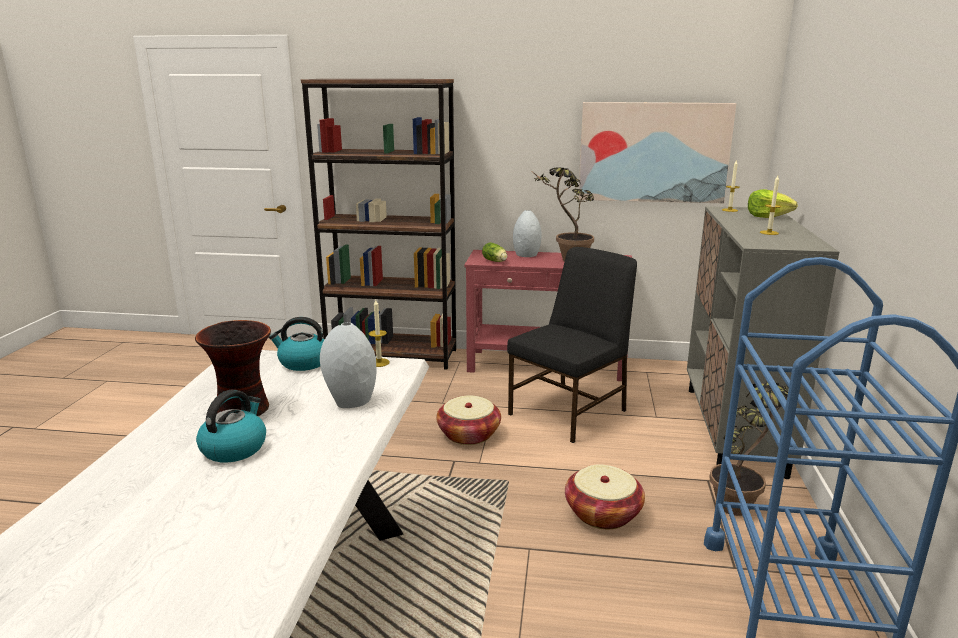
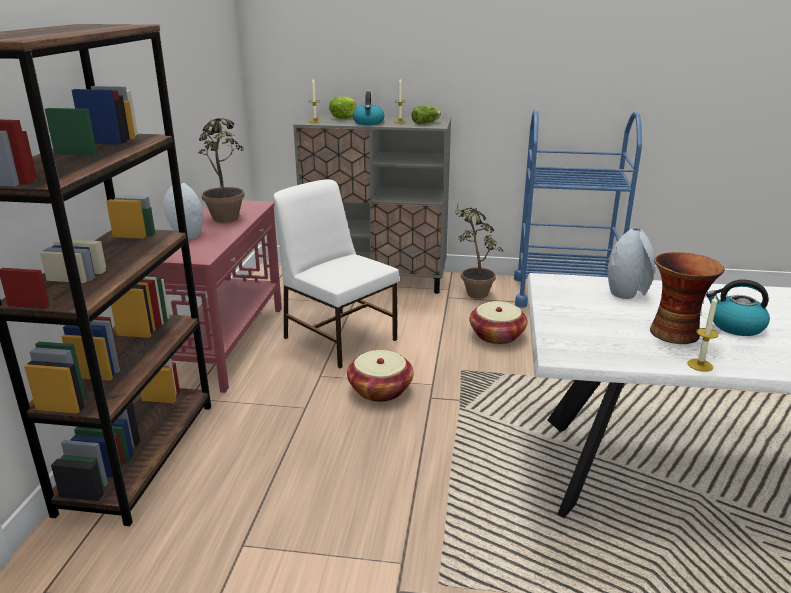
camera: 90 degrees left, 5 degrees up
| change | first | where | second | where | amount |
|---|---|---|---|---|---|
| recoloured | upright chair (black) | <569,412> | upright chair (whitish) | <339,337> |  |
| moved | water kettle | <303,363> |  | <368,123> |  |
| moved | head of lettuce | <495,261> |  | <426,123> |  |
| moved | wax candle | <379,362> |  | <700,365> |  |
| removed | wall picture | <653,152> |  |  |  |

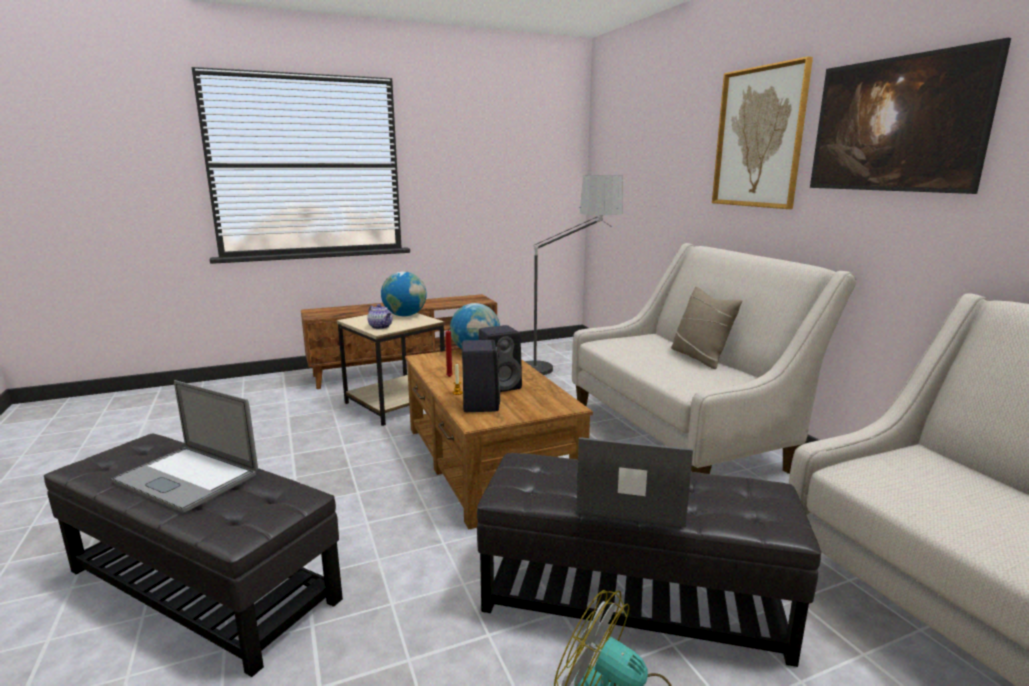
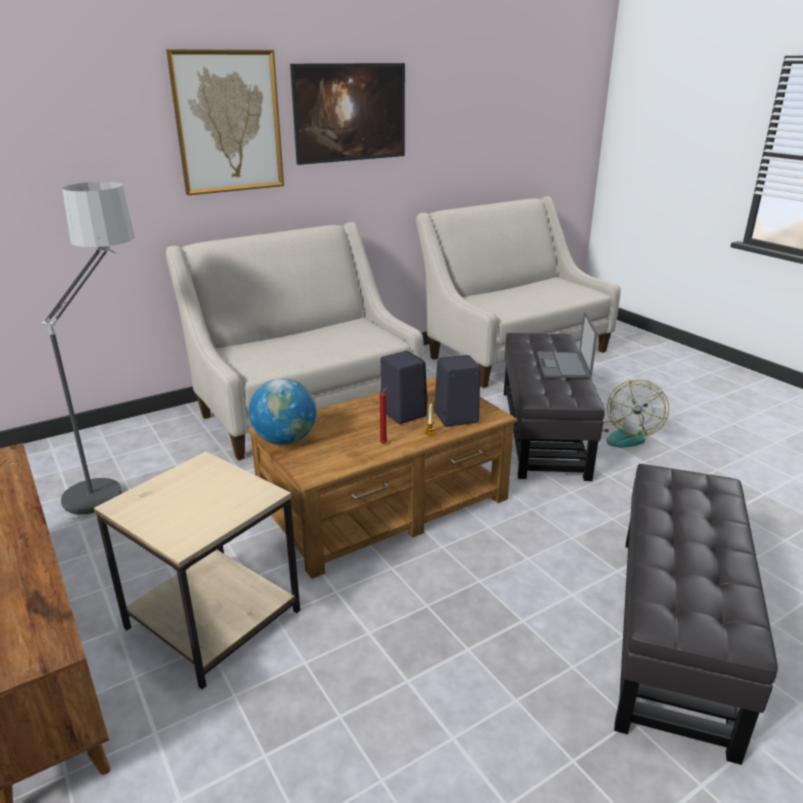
camera: 100 degrees left, 10 degrees up
| change | first | where | second | where | amount |
|---|---|---|---|---|---|
| removed | laptop | <186,478> |  |  |  |
| removed | pot for tea | <381,327> |  |  |  |
| removed | desk globe | <405,315> |  |  |  |
| removed | throw pillow (sand-coloured) | <700,357> |  |  |  |

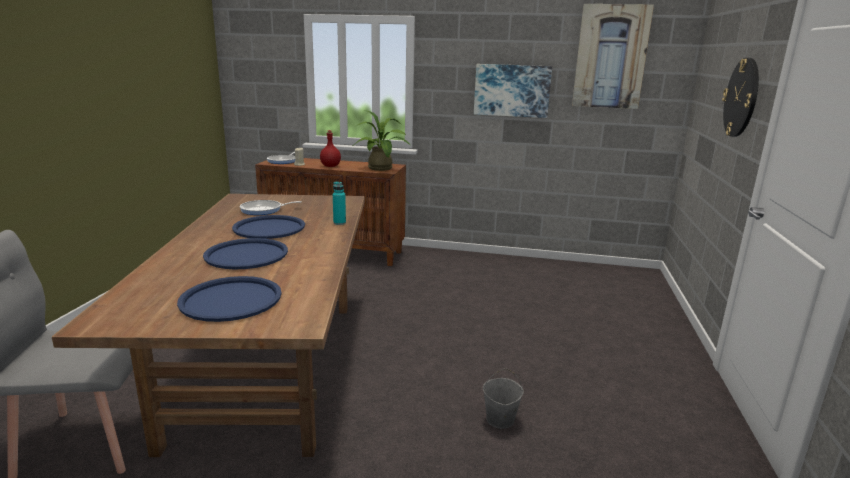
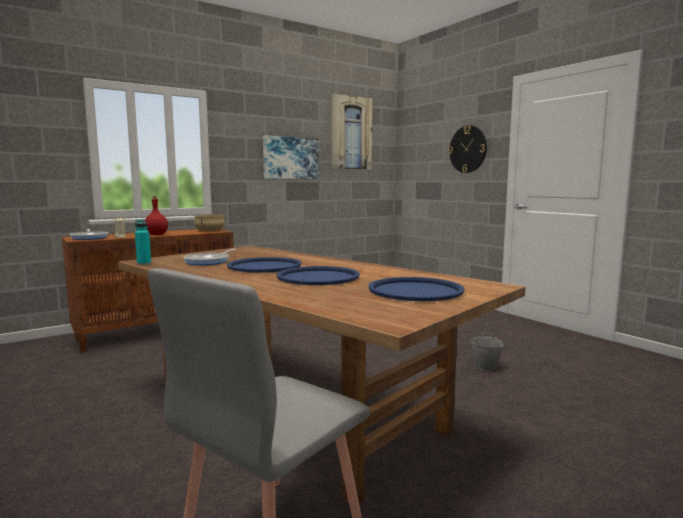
camera: 45 degrees left, 10 degrees down
| change | first | where | second | where | amount |
|---|---|---|---|---|---|
| moved | beverage bottle (turquoise-coloured) | <339,223> |  | <144,263> |  |
| replaced | plant in a pot | <382,169> | stockpot (sand-coloured) | <210,231> |  |

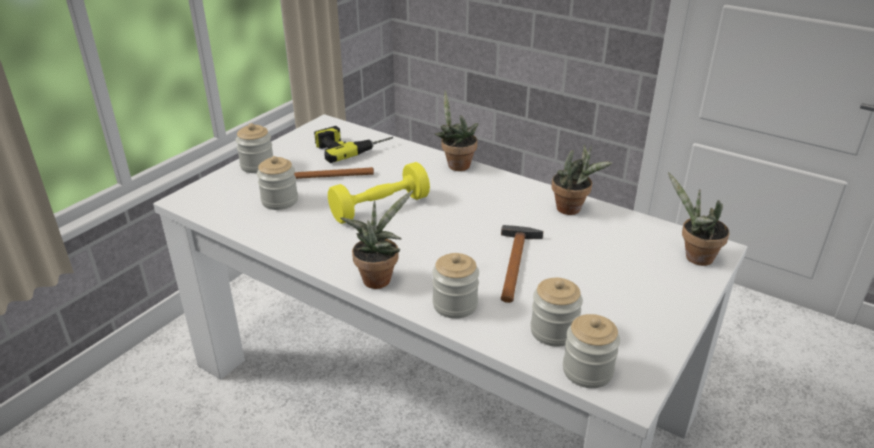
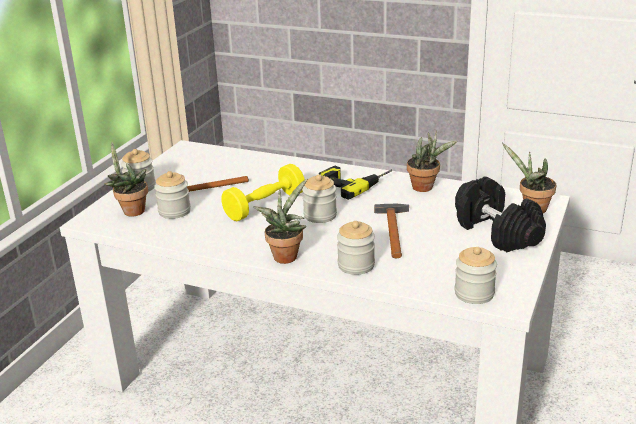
camera: 10 degrees left, 5 degrees down
| change | first | where | second | where | amount |
|---|---|---|---|---|---|
| moved | plant in a pot | <456,165> |  | <131,211> |  |
| moved | preserve jar | <553,331> |  | <320,215> |  |
| moved | power drill | <351,146> |  | <354,183> |  |
| added |  |  | free weight (black) | <496,232> |  |

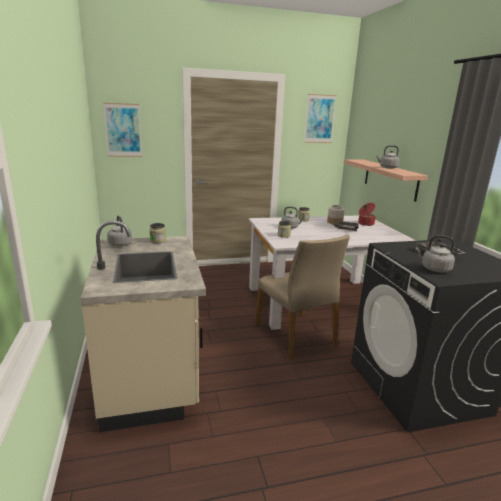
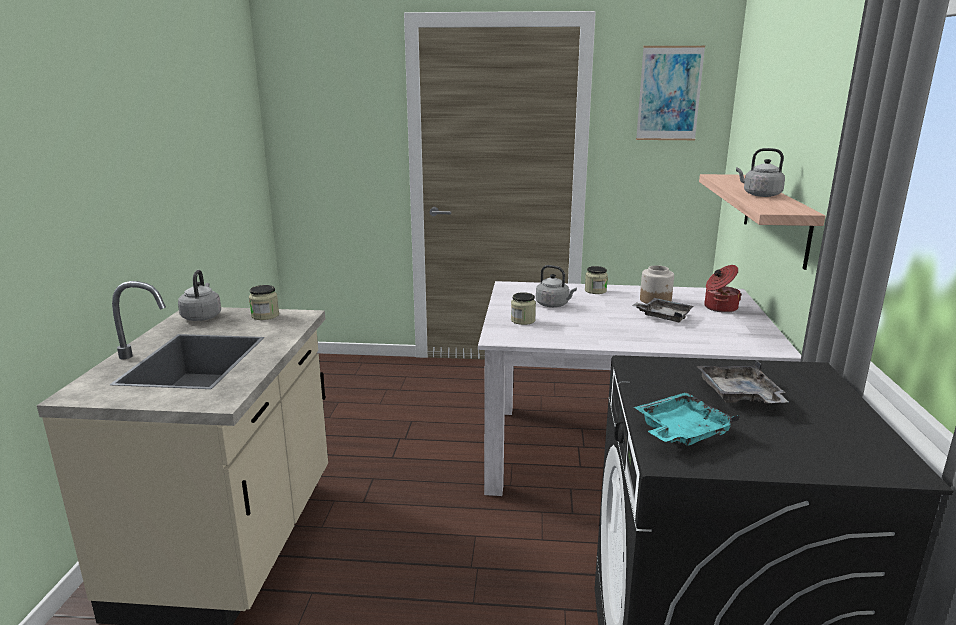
camera: 20 degrees right, 0 degrees up
| change | first | where | second | where | amount |
|---|---|---|---|---|---|
| replaced | water kettle (grey) | <434,269> | serving tray (turquoise-coloured) | <681,432> |  |
| removed | wall picture | <123,130> |  |  |  |
| removed | upright chair (sand-coloured) | <296,335> |  |  |  |

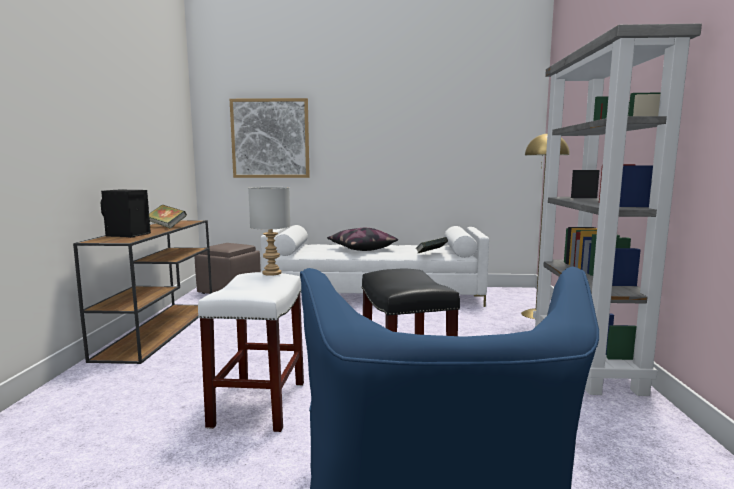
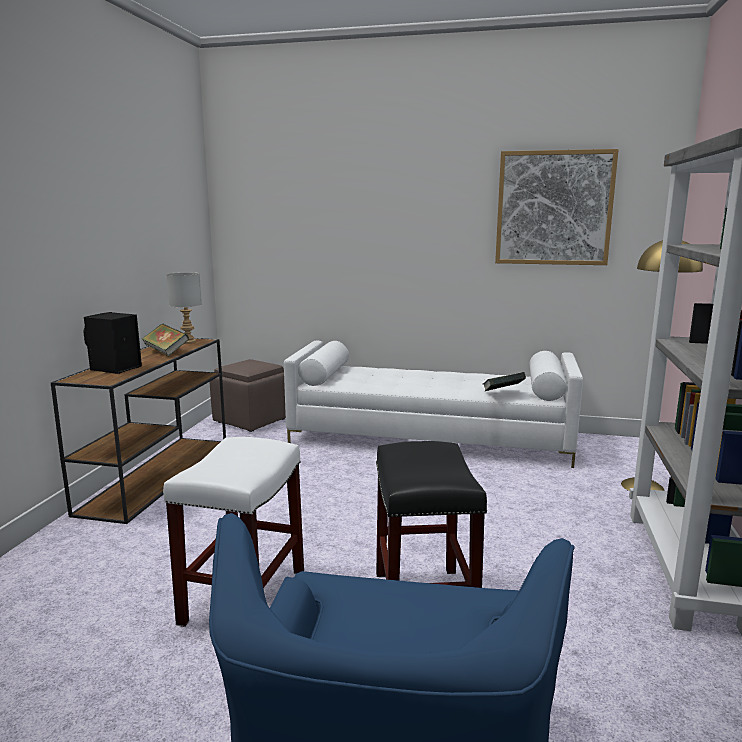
camera: 10 degrees right, 5 degrees up
| change | first | where | second | where | amount |
|---|---|---|---|---|---|
| moved | tabletop lamp (grey) | <272,273> |  | <189,342> |  |
| moved | wall picture | <270,138> |  | <554,208> |  |
| removed | throw pillow | <361,249> |  |  |  |

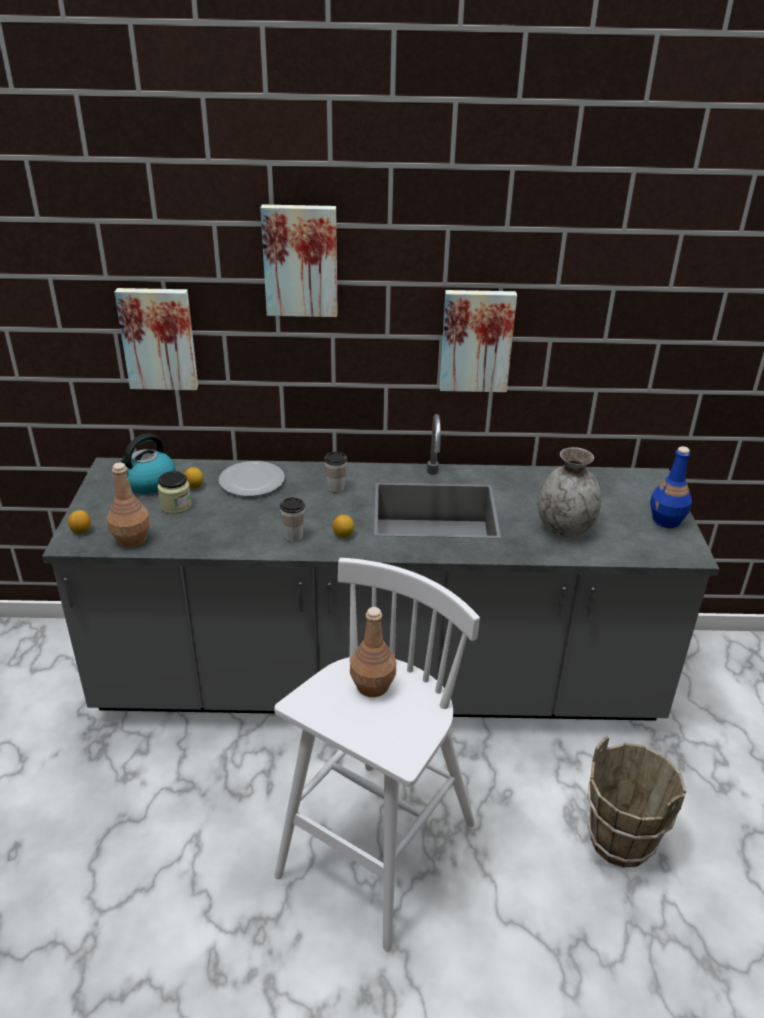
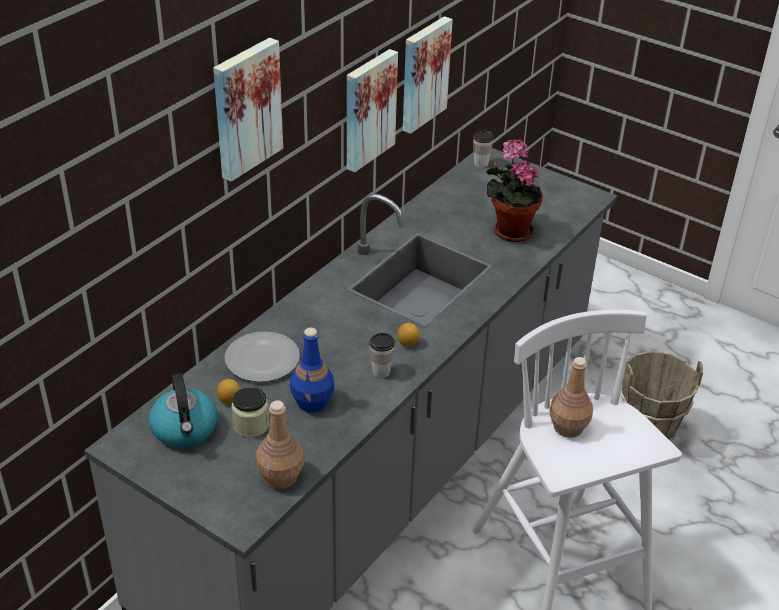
camera: 55 degrees left, 5 degrees up
| change | first | where | second | where | amount |
|---|---|---|---|---|---|
| moved | beverage bottle (blue-coloured) | <666,520> |  | <313,402> |  |
| moved | wall picture | <159,338> |  | <423,73> |  |
| moved | cup | <336,488> |  | <481,164> |  |
| replaced | vase (grey) | <564,528> | plant in a pot | <509,230> |  |
| removed | whole lemon | <81,531> |  |  |  |

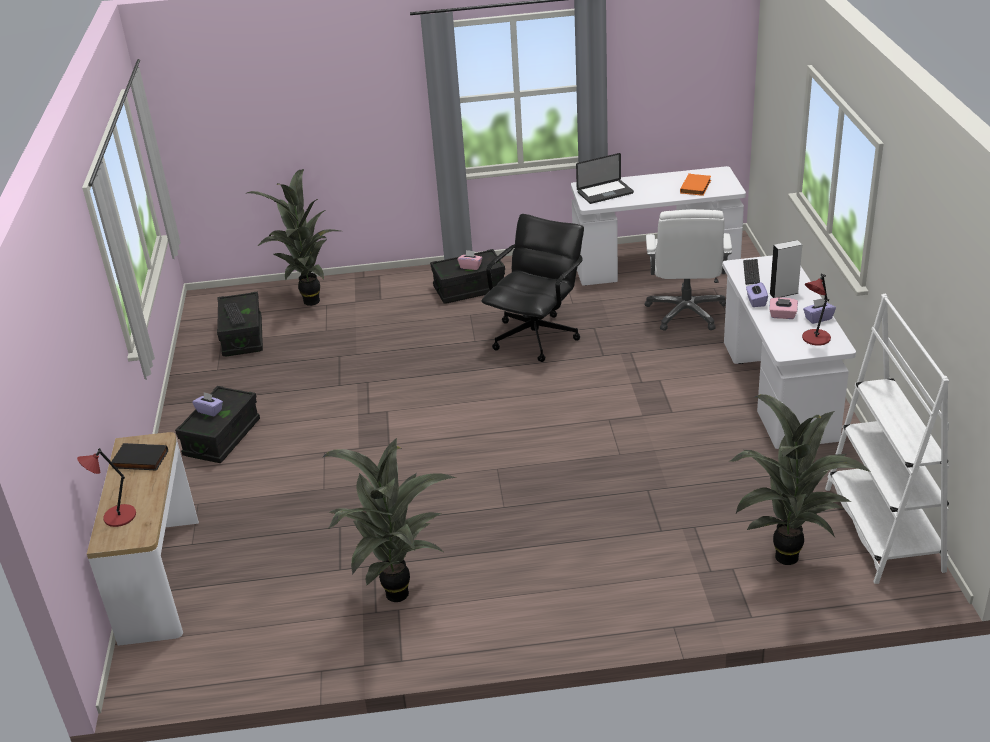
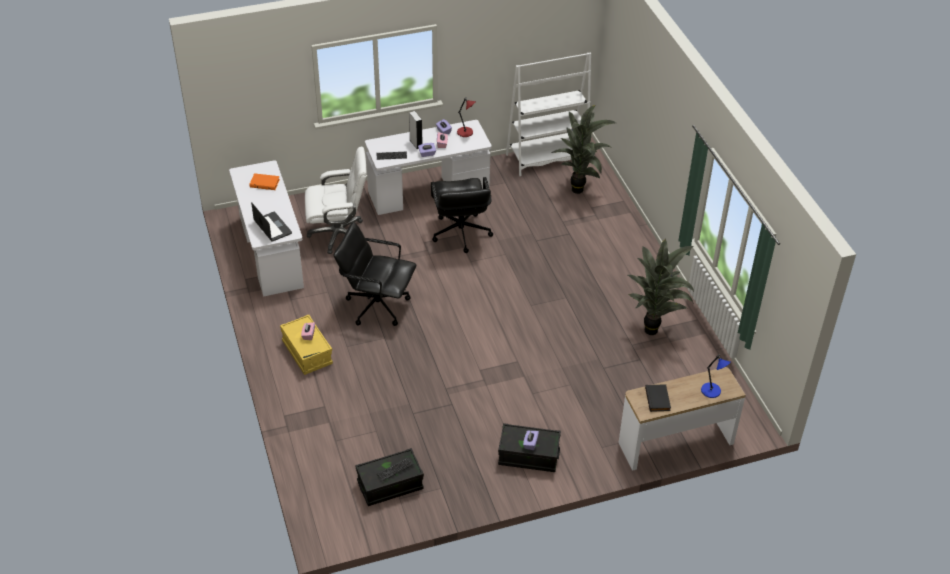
camera: 105 degrees left, 10 degrees up
| change | first | where | second | where | amount |
|---|---|---|---|---|---|
| recoloured | storage box (black) | <469,289> | storage box (yellowish) | <307,353> |  |
| added |  |  | computer chair (black) | <460,233> |  |
| recoloured | tabletop lamp (reddish) | <117,517> | tabletop lamp (blue-coloured) | <711,391> |  |
| removed | plant in a pot | <307,302> |  |  |  |

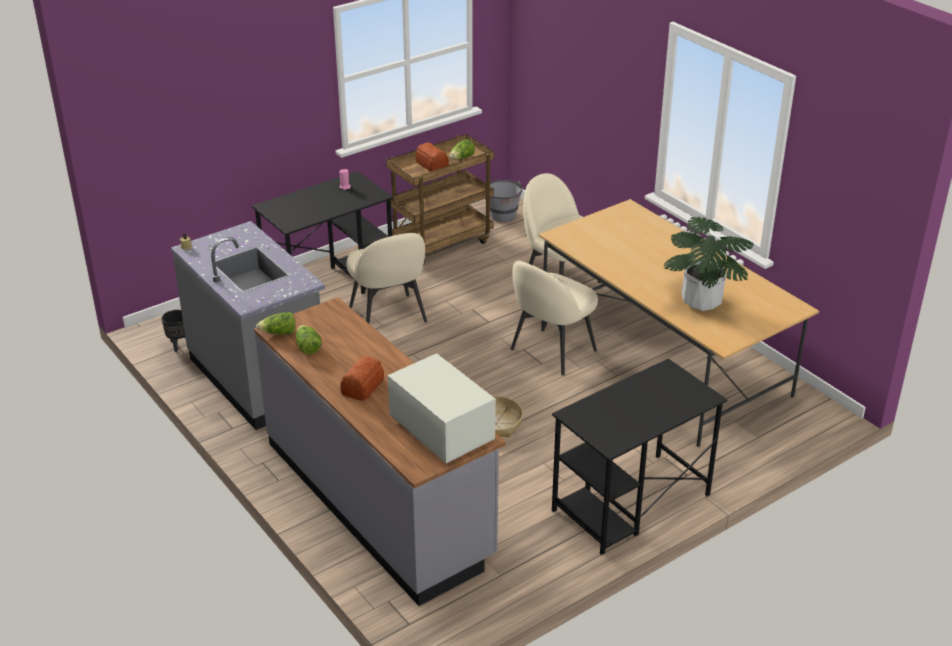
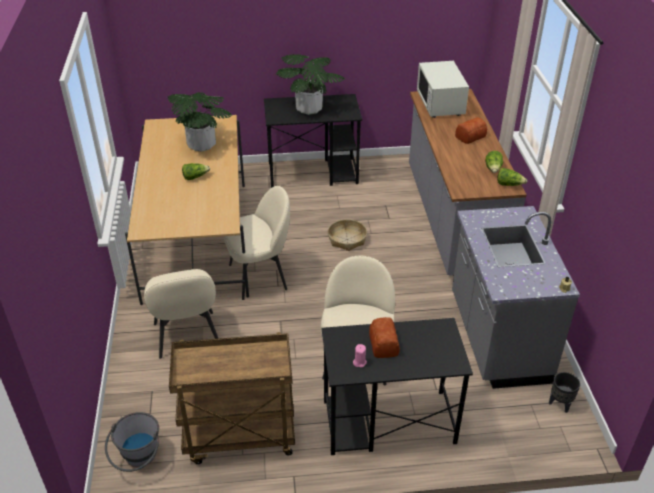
camera: 150 degrees left, 5 degrees up
| change | first | where | second | where | amount |
|---|---|---|---|---|---|
| moved | head of lettuce | <462,158> |  | <195,177> |  |
| added |  |  | plant in a pot | <309,109> |  |
| moved | baked bread | <432,165> |  | <384,343> |  |

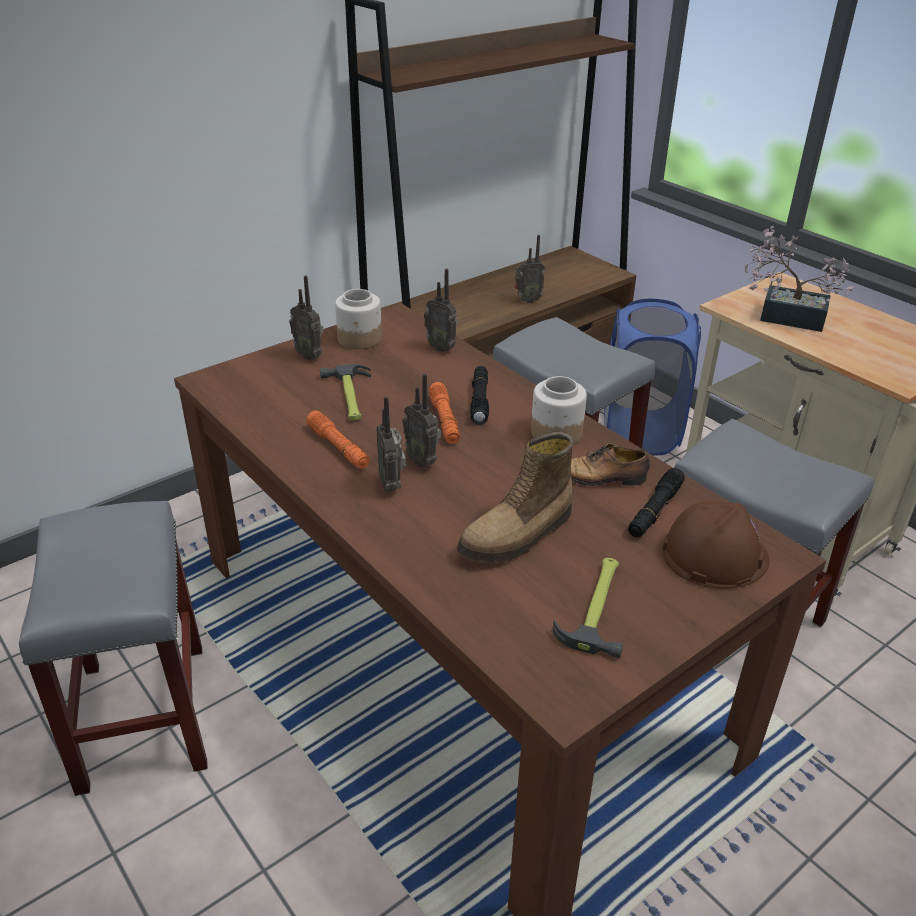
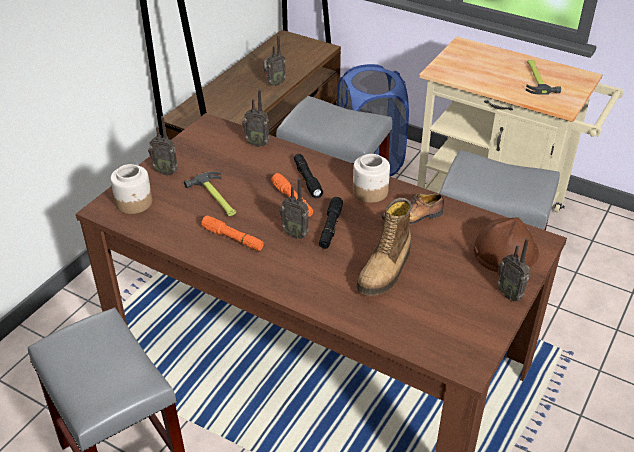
camera: 20 degrees left, 5 degrees up
| change | first | where | second | where | amount |
|---|---|---|---|---|---|
| moved | preserve jar | <360,339> |  | <134,203> |  |
| moved | flashlight (black) | <654,510> |  | <330,227> |  |
| moved | radio set | <392,485> |  | <510,294> |  |
| moved | hammer | <597,606> |  | <536,78> |  |
| removed | plant in a pot | <784,316> |  |  |  |

